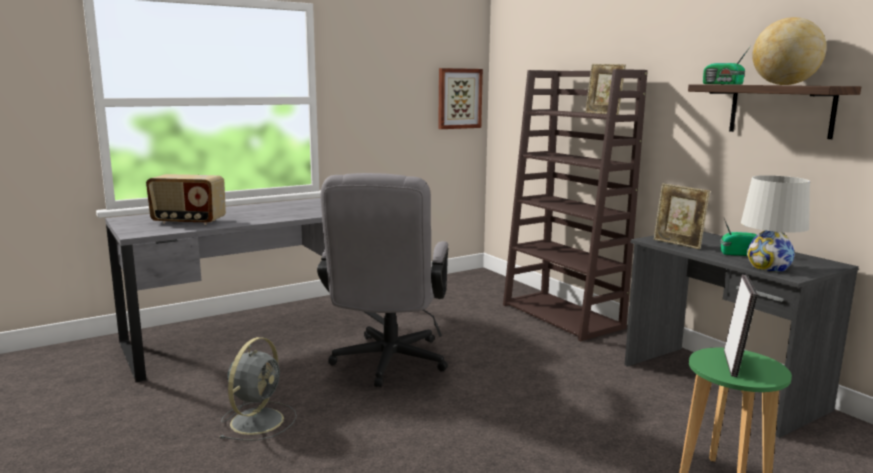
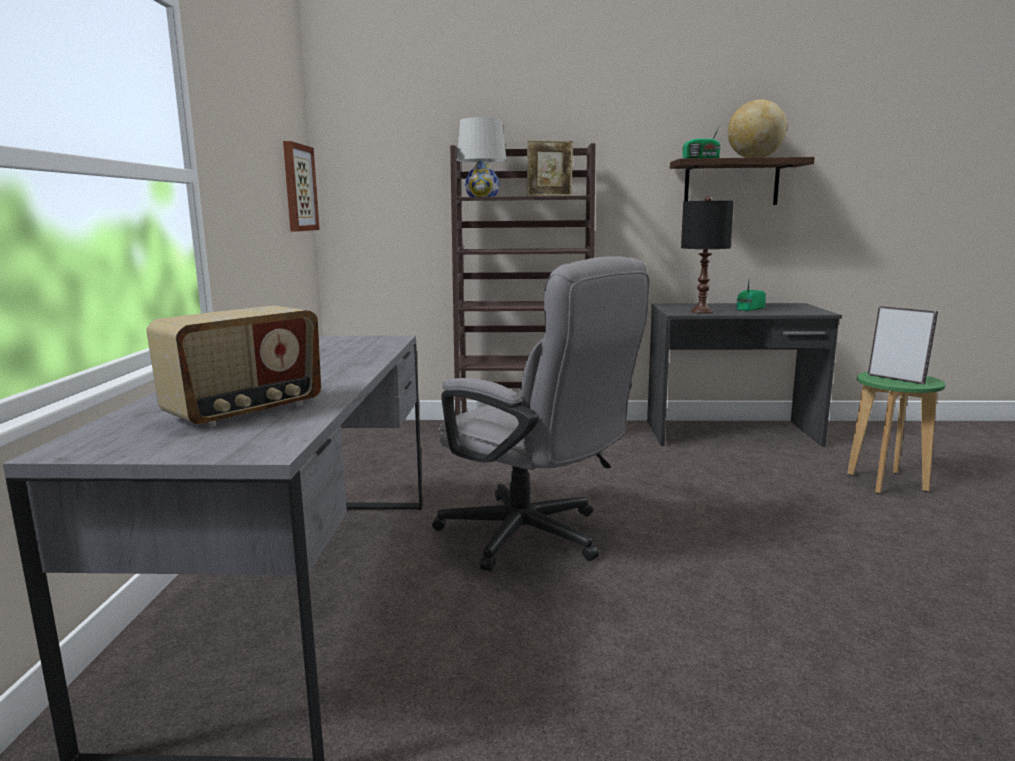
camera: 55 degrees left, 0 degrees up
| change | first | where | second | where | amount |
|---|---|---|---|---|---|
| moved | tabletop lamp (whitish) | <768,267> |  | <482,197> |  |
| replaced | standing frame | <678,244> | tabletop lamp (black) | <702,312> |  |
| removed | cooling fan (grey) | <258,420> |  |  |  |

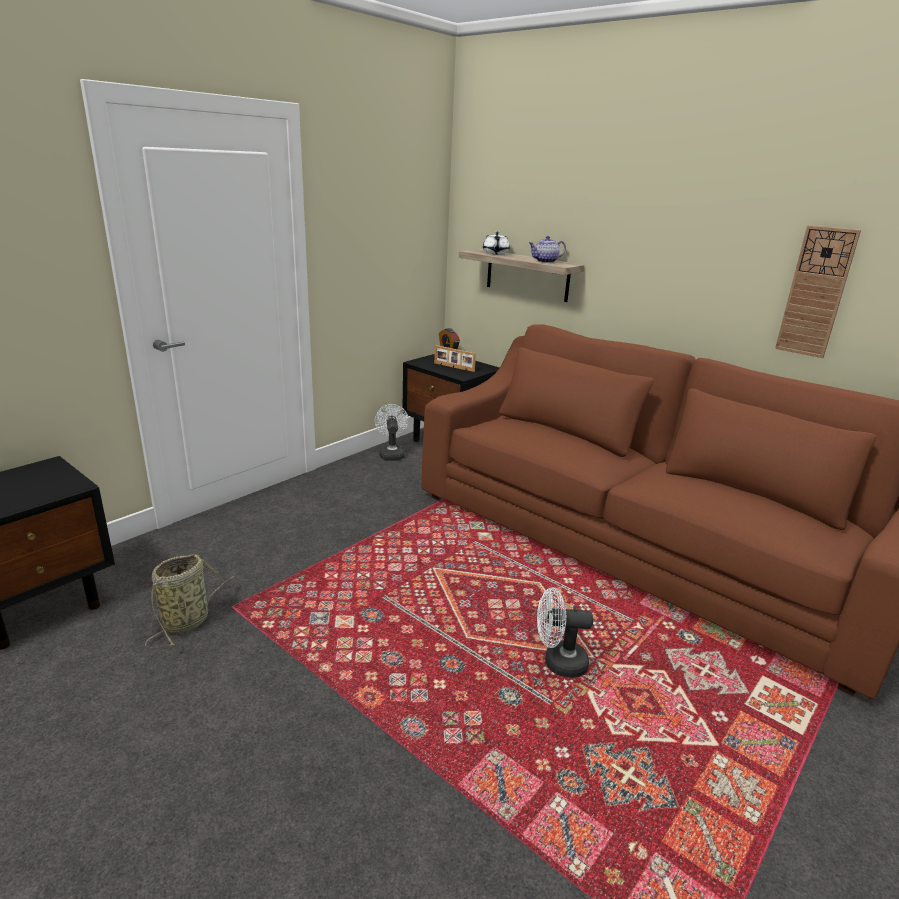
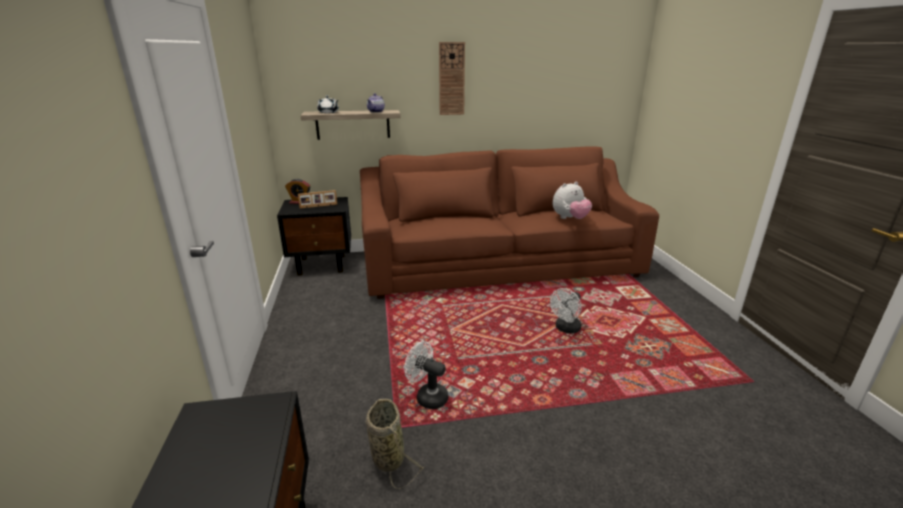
camera: 50 degrees left, 0 degrees up
| change | first | where | second | where | amount |
|---|---|---|---|---|---|
| moved | cooling fan (whitish) | <391,454> |  | <427,396> |  |
| moved | wall clock | <816,292> |  | <451,79> |  |
| added |  |  | soft toy | <570,218> |  |

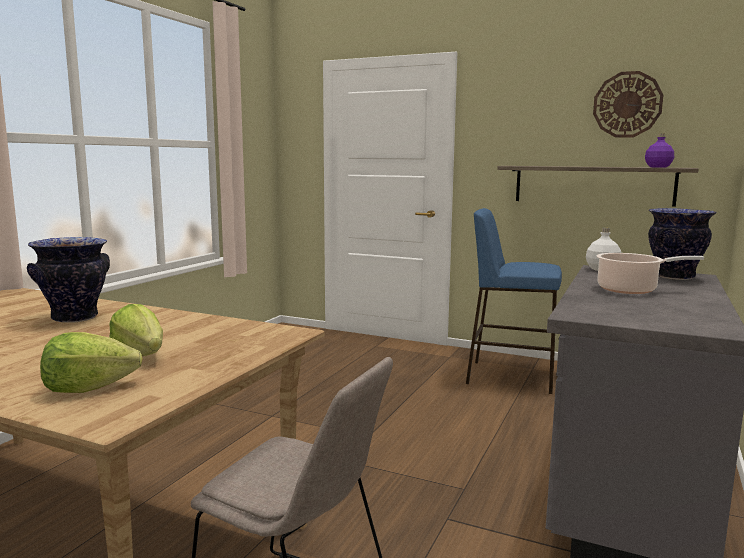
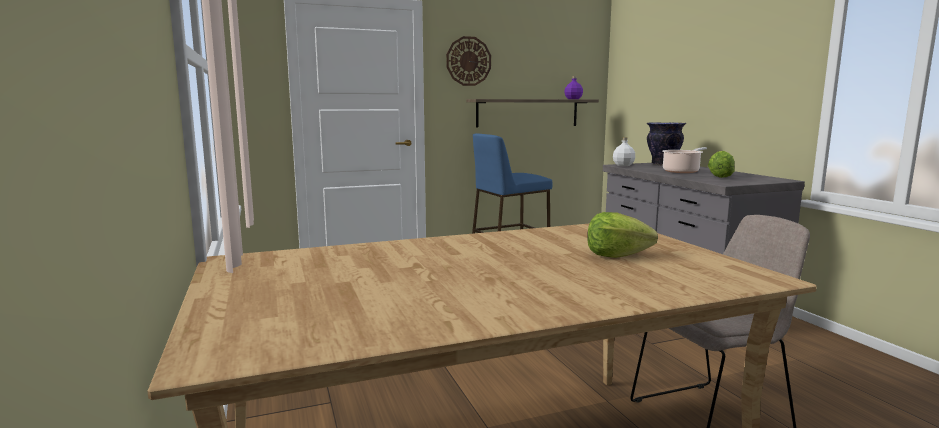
camera: 45 degrees left, 0 degrees up
| change | first | where | second | where | amount |
|---|---|---|---|---|---|
| moved | wall clock | <627,104> |  | <468,61> |  |
| moved | head of lettuce | <89,388> |  | <720,176> |  |
| removed | vase | <75,318> |  |  |  |

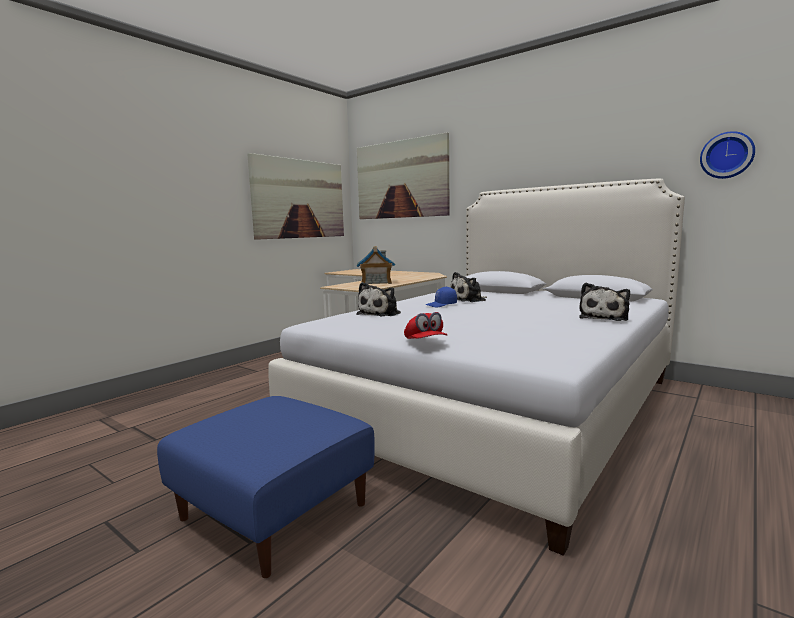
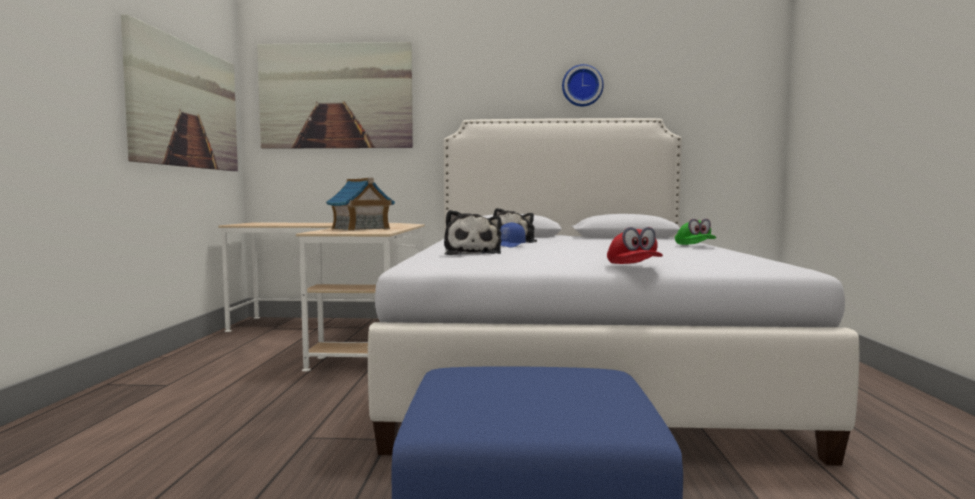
camera: 35 degrees left, 5 degrees down
| change | first | where | second | where | amount |
|---|---|---|---|---|---|
| moved | wall clock | <727,155> |  | <582,86> |  |
| turned | cap (reddish) | <425,343> |  | <633,267> | 45 degrees clockwise |
| replaced | soft toy | <604,317> | cap (greenish) | <694,246> |  |

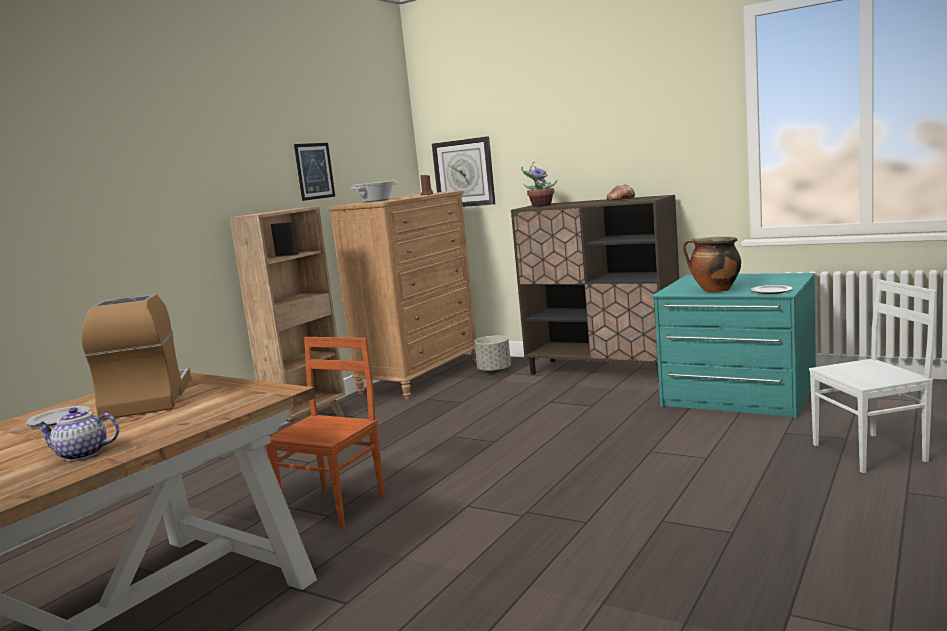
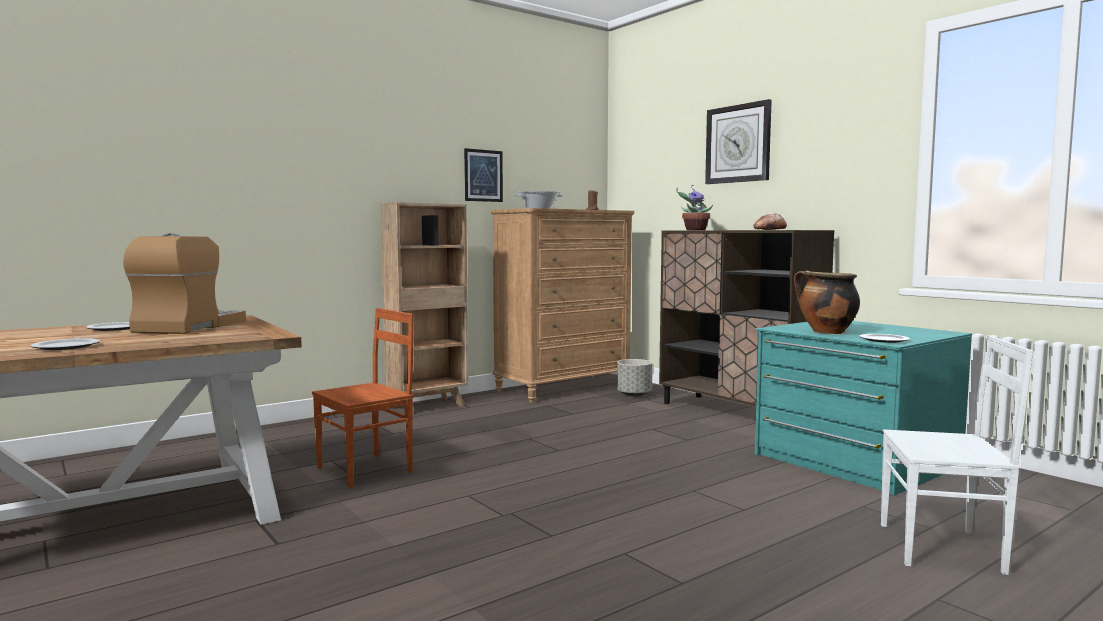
camera: 20 degrees right, 5 degrees down
| change | first | where | second | where | amount |
|---|---|---|---|---|---|
| replaced | pot for tea | <81,455> | flat dish | <65,347> |  |
| moved | wall clock | <464,173> |  | <738,144> |  |

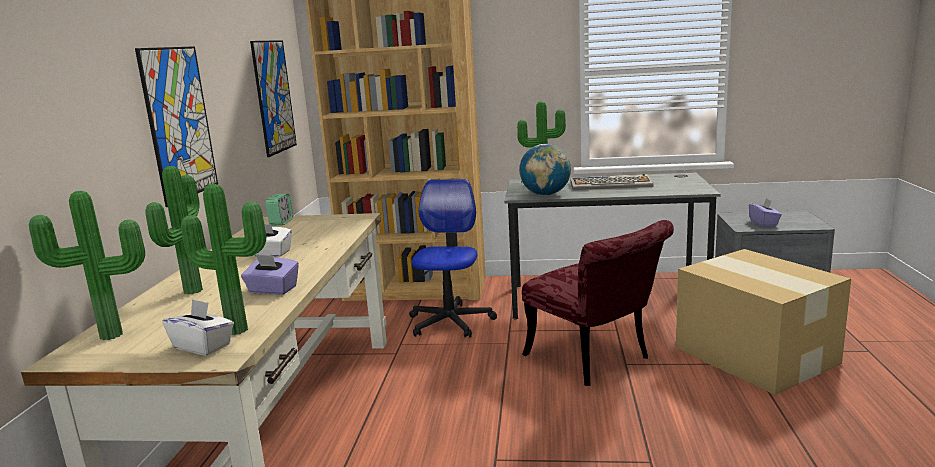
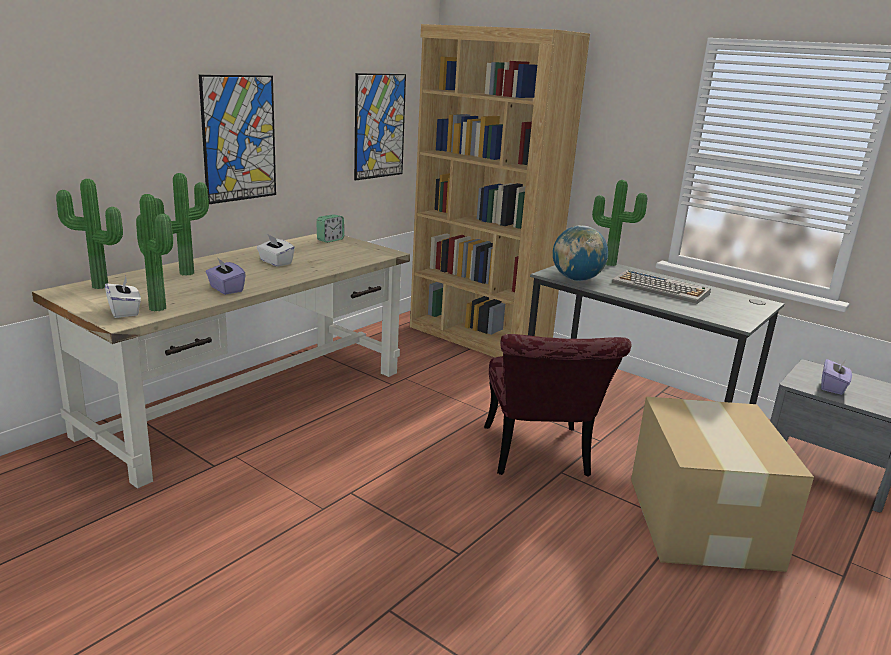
camera: 30 degrees right, 5 degrees up
| change | first | where | second | where | amount |
|---|---|---|---|---|---|
| removed | computer chair | <450,322> |  |  |  |

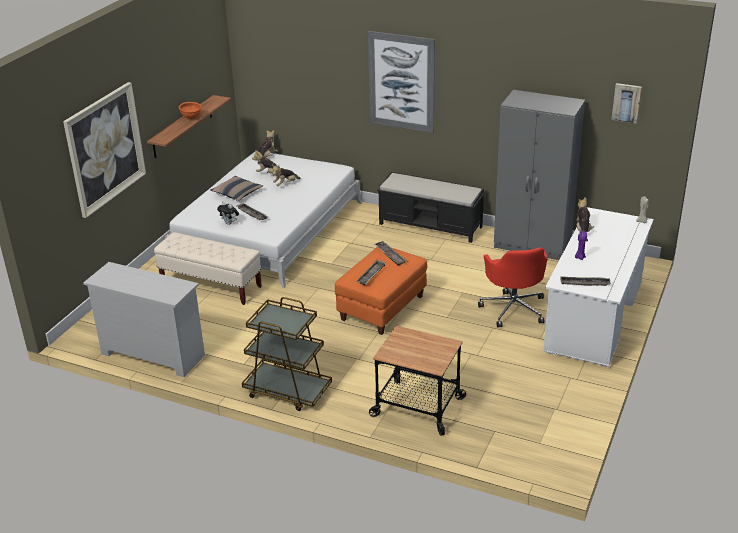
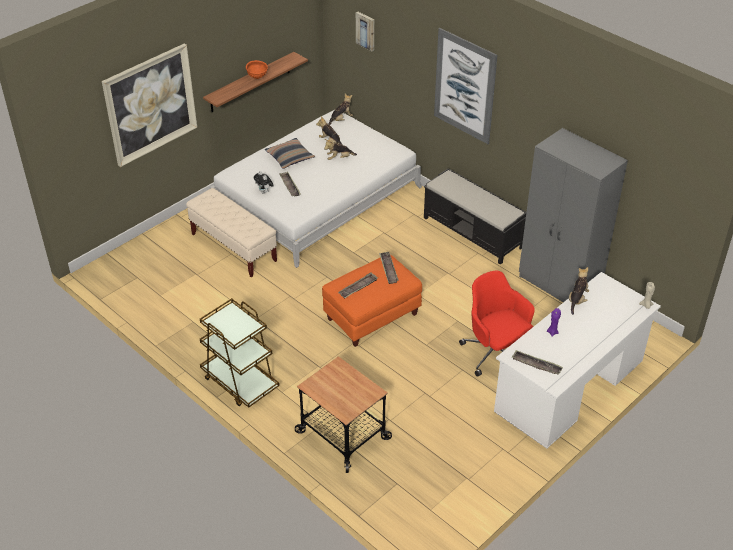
camera: 20 degrees right, 10 degrees up
| change | first | where | second | where | amount |
|---|---|---|---|---|---|
| moved | wall picture | <626,102> |  | <366,30> |  |
| turned | computer chair (reddish) | <513,308> |  | <495,353> | 135 degrees clockwise |
| removed | dresser (whitish) | <152,354> |  |  |  |

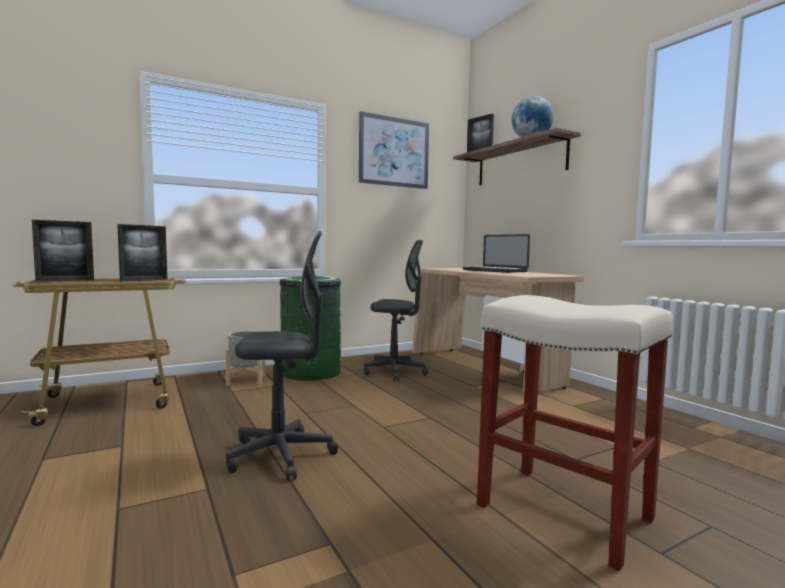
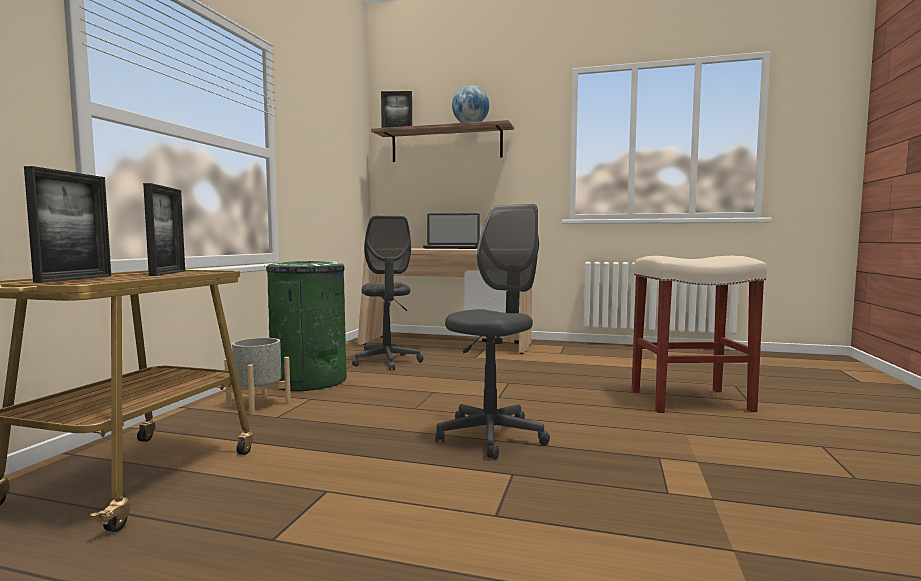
camera: 45 degrees left, 0 degrees up
| change | first | where | second | where | amount |
|---|---|---|---|---|---|
| turned | computer chair (grey) | <395,372> |  | <387,362> | 105 degrees clockwise |
| removed | wall picture | <394,152> |  |  |  |

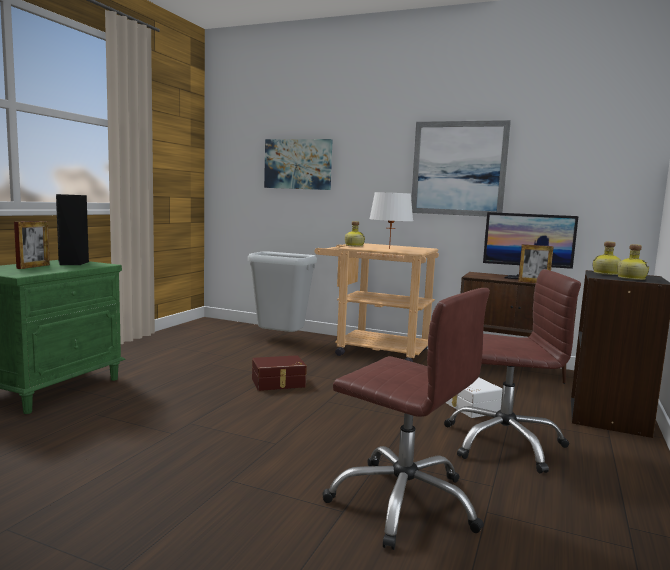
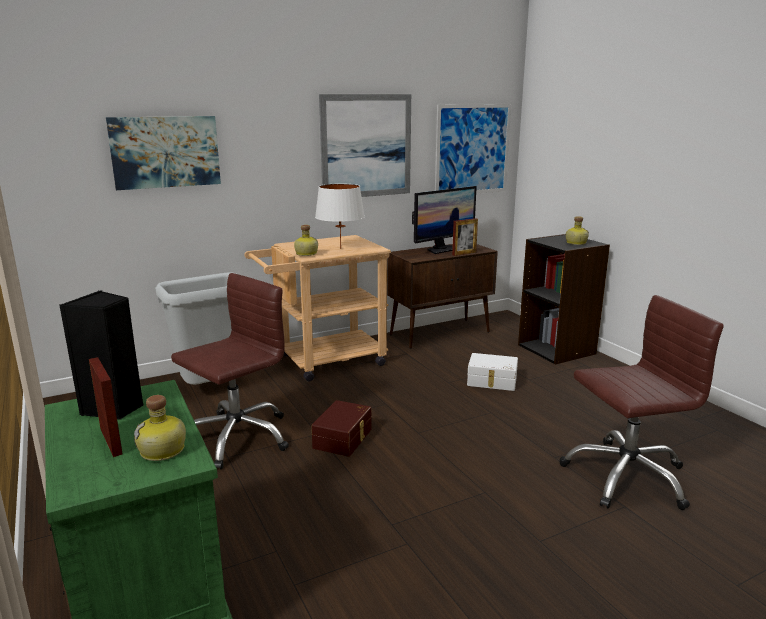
camera: 50 degrees left, 10 degrees up
| change | first | where | second | where | amount |
|---|---|---|---|---|---|
| moved | beverage bottle | <606,274> |  | <163,451> |  |
| moved | computer chair (brown) | <503,443> |  | <237,437> |  |
| added |  |  | wall picture | <472,149> |  |

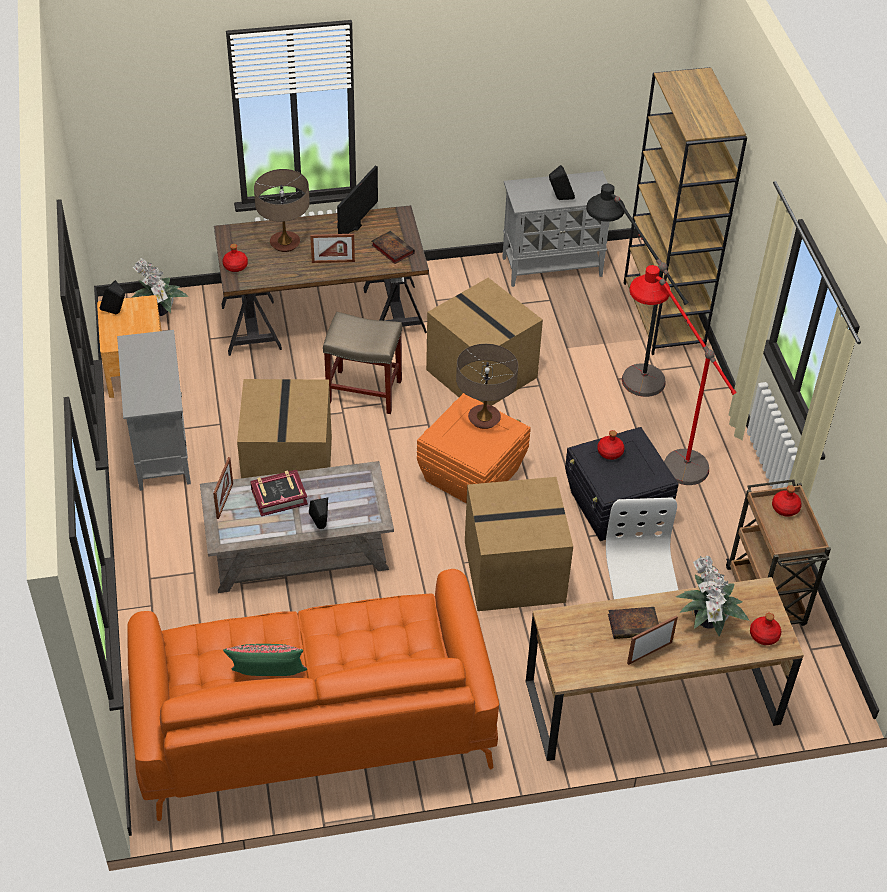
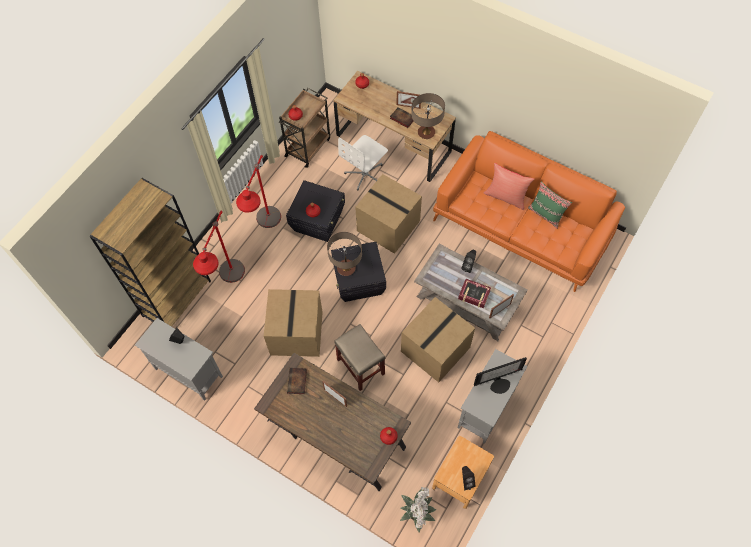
camera: 135 degrees left, 15 degrees up
| change | first | where | second | where | amount |
|---|---|---|---|---|---|
| recoloured | standing lamp (black) | <621,364> | standing lamp (reddish) | <229,287> |  |
| recoloured | storage box (orangey) | <471,475> | storage box (black) | <359,282> |  |
| moved | tabletop lamp | <285,243> |  | <426,133> |  |
| moved | computer display | <351,225> |  | <499,383> |  |
| added |  |  | throw pillow (reddish) | <506,197> |  |
| removed | plant in a pot | <706,623> |  |  |  |

